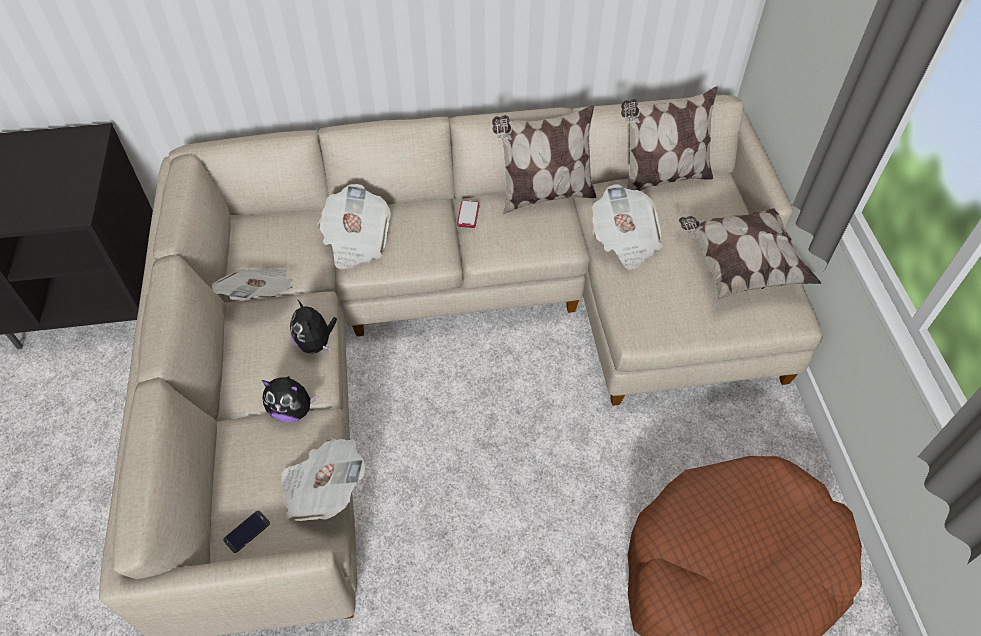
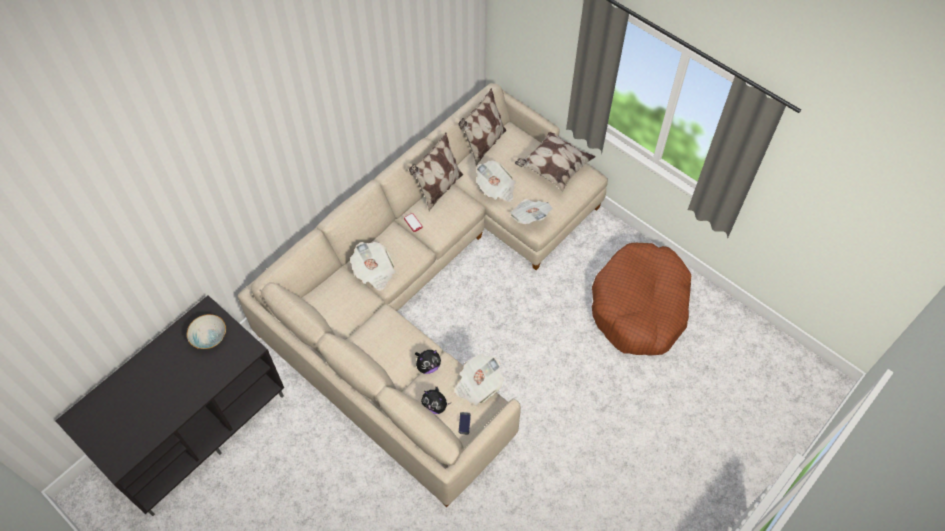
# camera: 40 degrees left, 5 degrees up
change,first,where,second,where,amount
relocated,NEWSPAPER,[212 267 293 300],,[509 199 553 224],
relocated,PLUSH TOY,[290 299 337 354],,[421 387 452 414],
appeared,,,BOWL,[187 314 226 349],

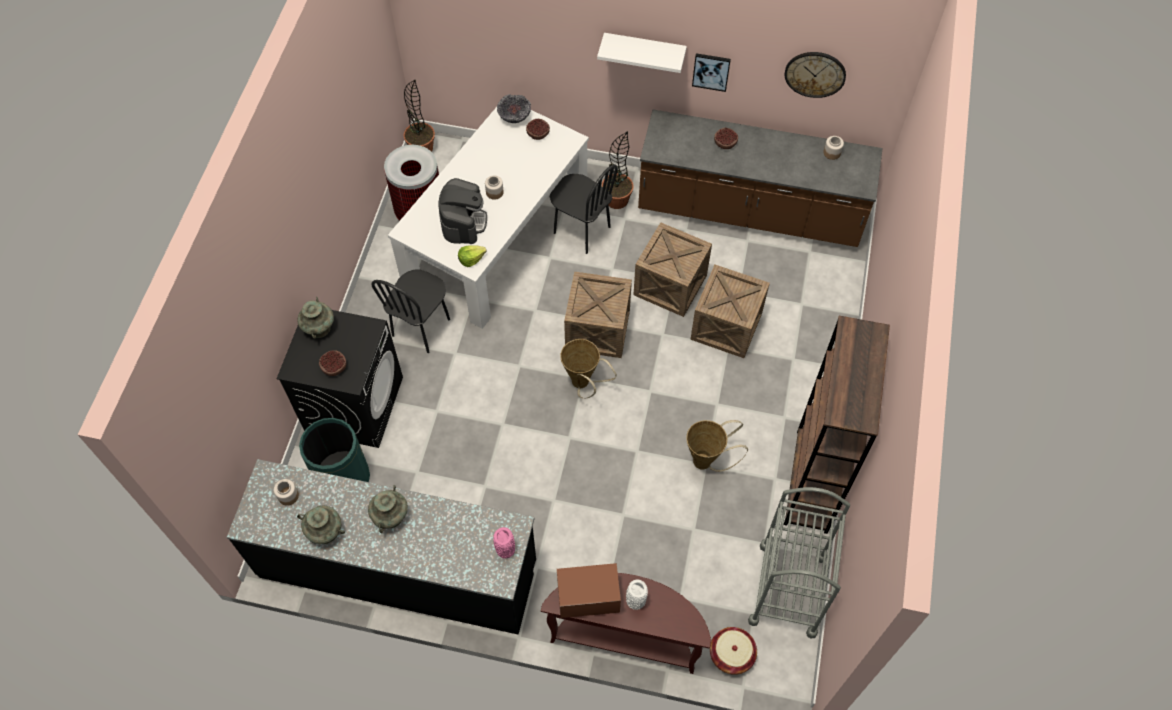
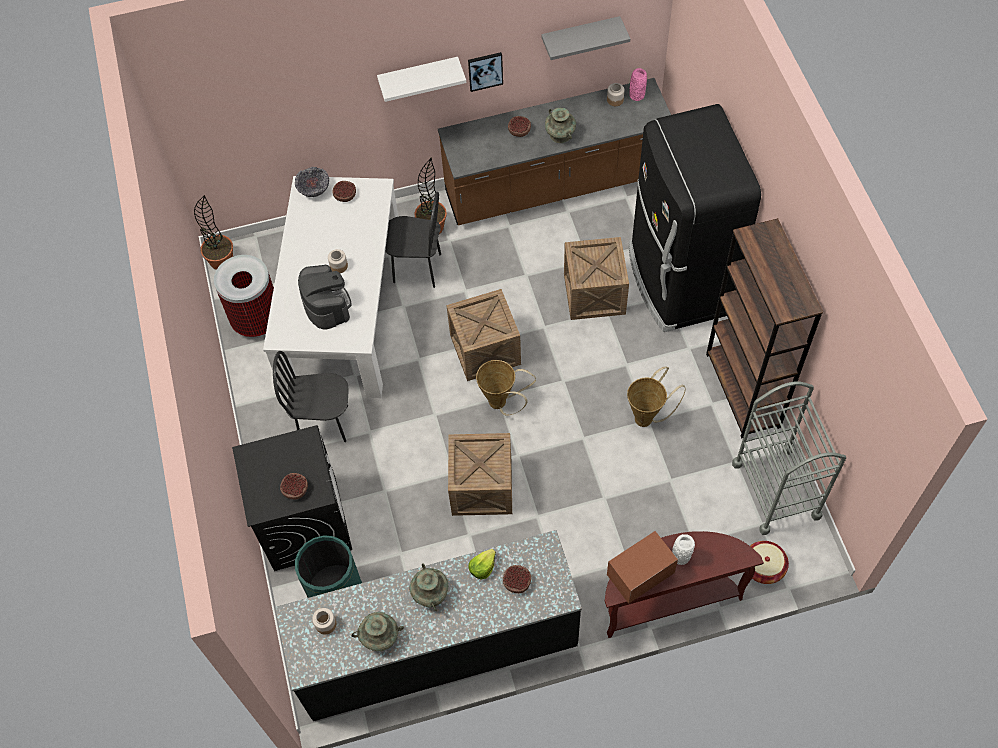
# camera: 25 degrees left, 0 degrees up
change,first,where,second,where,amount
relocated,TURQUOISE VASE,[297 297 334 339],,[545 108 576 143],
spun,BLACK CHAIR,[371 269 450 353],,[273 351 349 442],90 degrees clockwise
relocated,LETTUCE,[458 245 487 267],,[469 549 496 580],
relocated,PINK VASE,[493 527 515 559],,[629 68 647 101],
relocated,CRATE,[633 222 712 317],,[448 433 512 516],
exchanged,WALL CLOCK,[785 52 846 98],GREY SHELF,[541 16 630 60],
appeared,,,BOWL,[503 565 531 593],
appeared,,,BLACK FRIDGE,[629 104 761 332],

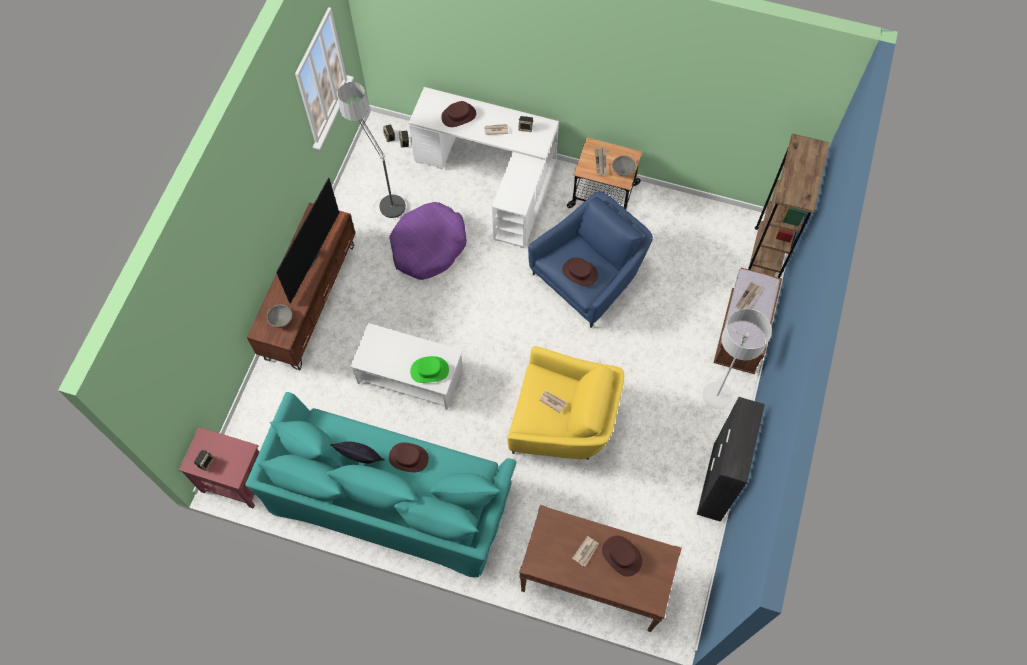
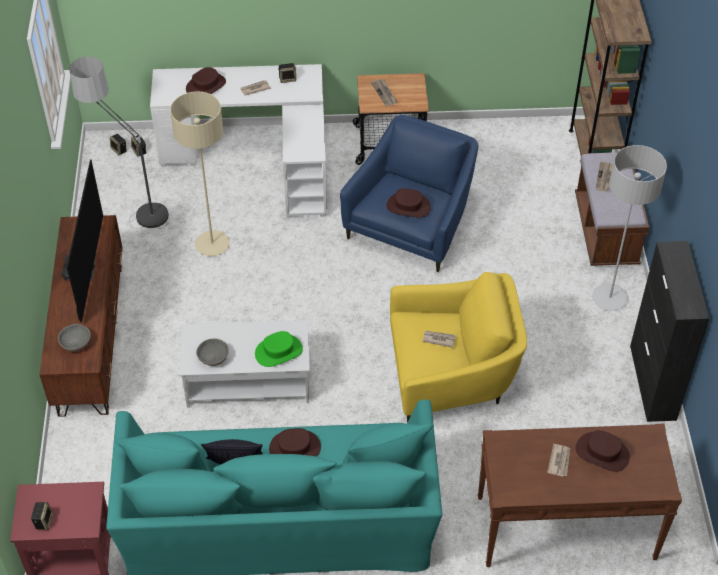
# camera: 20 degrees left, 15 degrees down
change,first,where,second,where,amount
exchanged,PURPLE DOG BED,[389 202 467 280],BEIGE FLOOR LAMP,[170 91 230 256],
relocated,GREY BOWL,[612 156 636 177],,[196 339 229 366],

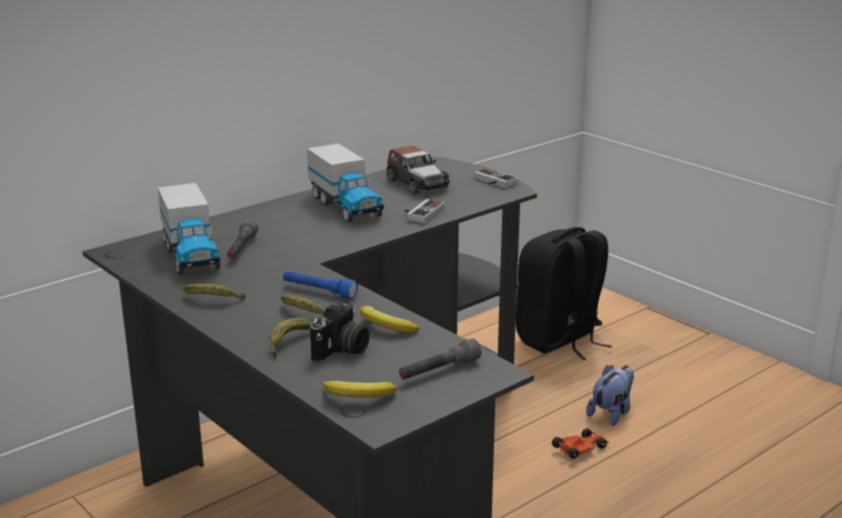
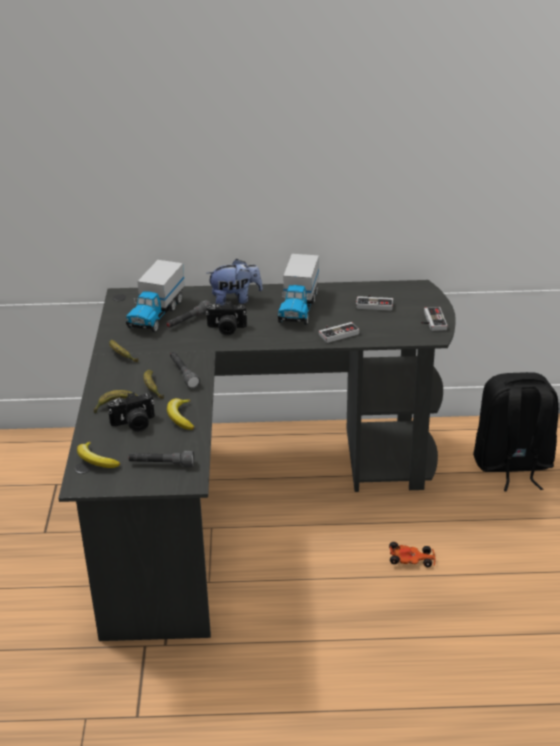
# camera: 40 degrees right, 10 degrees up
change,first,where,second,where,amount
colour,BLUE FLASHLIGHT,[283 271 358 299],GREY FLASHLIGHT,[170 352 200 388],
exchanged,TOY CAR,[387 146 450 194],GAME CONTROLLER,[356 295 393 311],
relocated,PLUSH TOY,[586 365 634 426],,[206 259 263 305],
appeared,,,PHOTO CAMERA,[206 301 247 335],

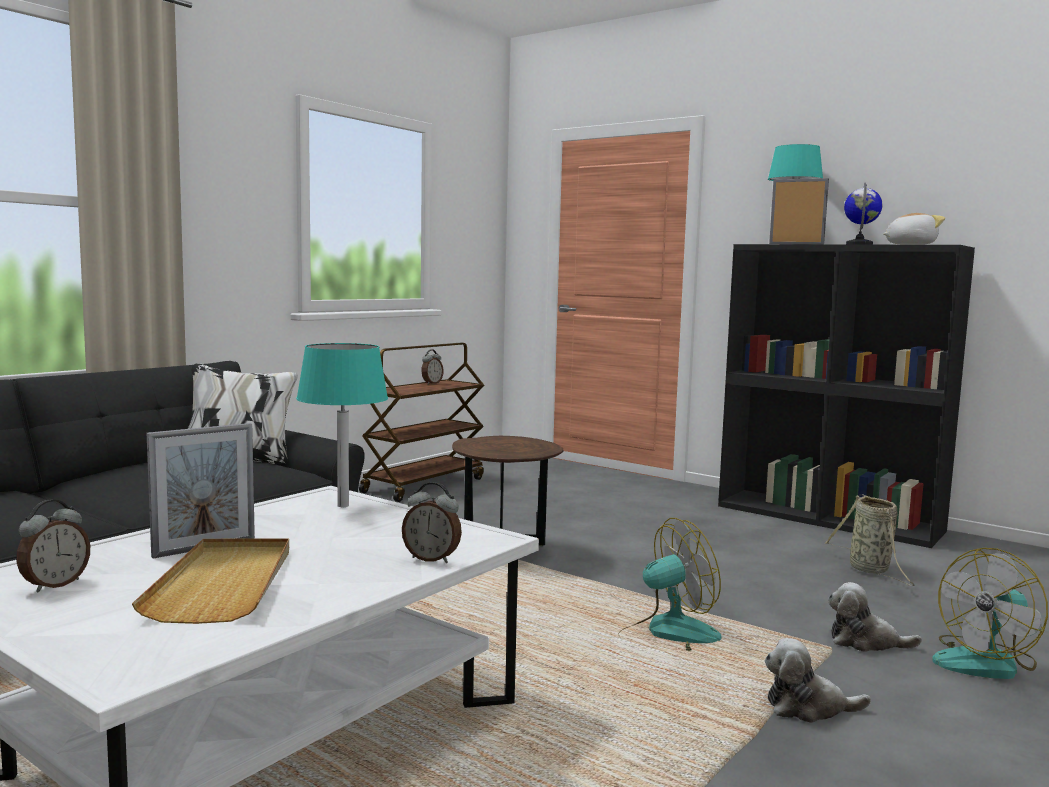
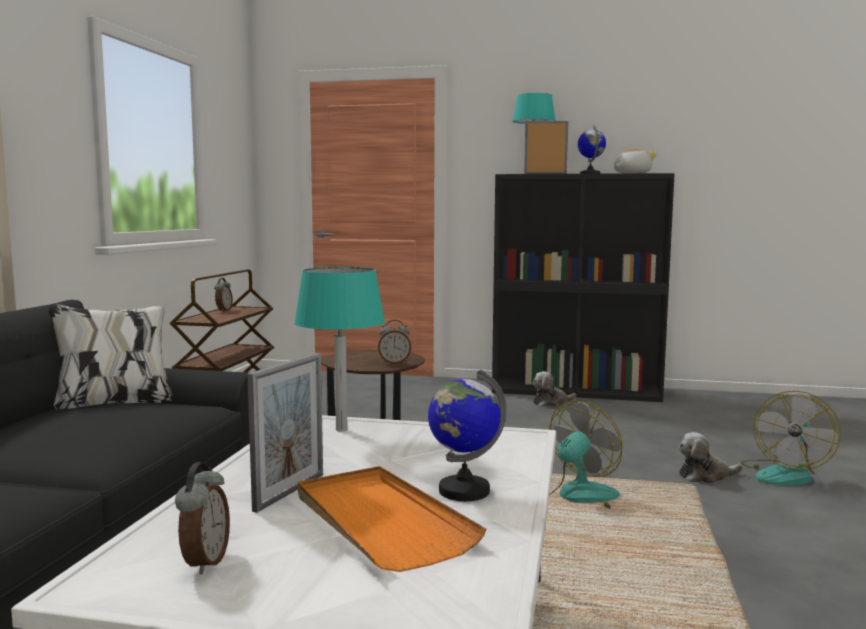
# camera: 25 degrees left, 0 degrees up
change,first,where,second,where,amount
colour,BEIGE TRAY,[132 538 289 624],ORANGE TRAY,[298 466 486 572],
relocated,ALARM CLOCK,[402 482 462 563],,[378 320 411 364],
relocated,PLUSH TOY,[764 638 871 723],,[532 371 576 407],
missing,BASKET,[824 494 914 586],,,
appeared,,,GLOBE,[428 370 506 501],

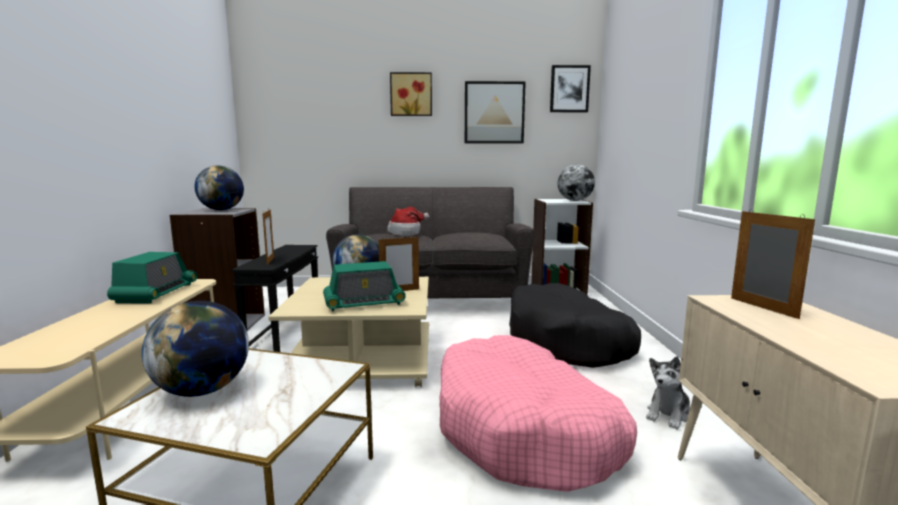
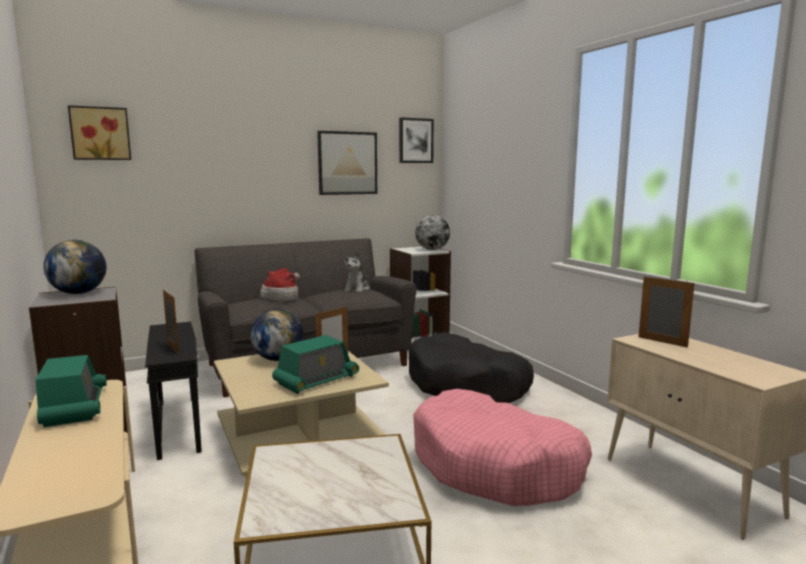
# camera: 25 degrees left, 0 degrees up
change,first,where,second,where,amount
missing,GLOBE,[142 301 249 397],,,
relocated,PICTURE,[390 72 432 116],,[68 105 131 160],
relocated,PLUSH TOY,[646 356 690 430],,[343 252 370 292],

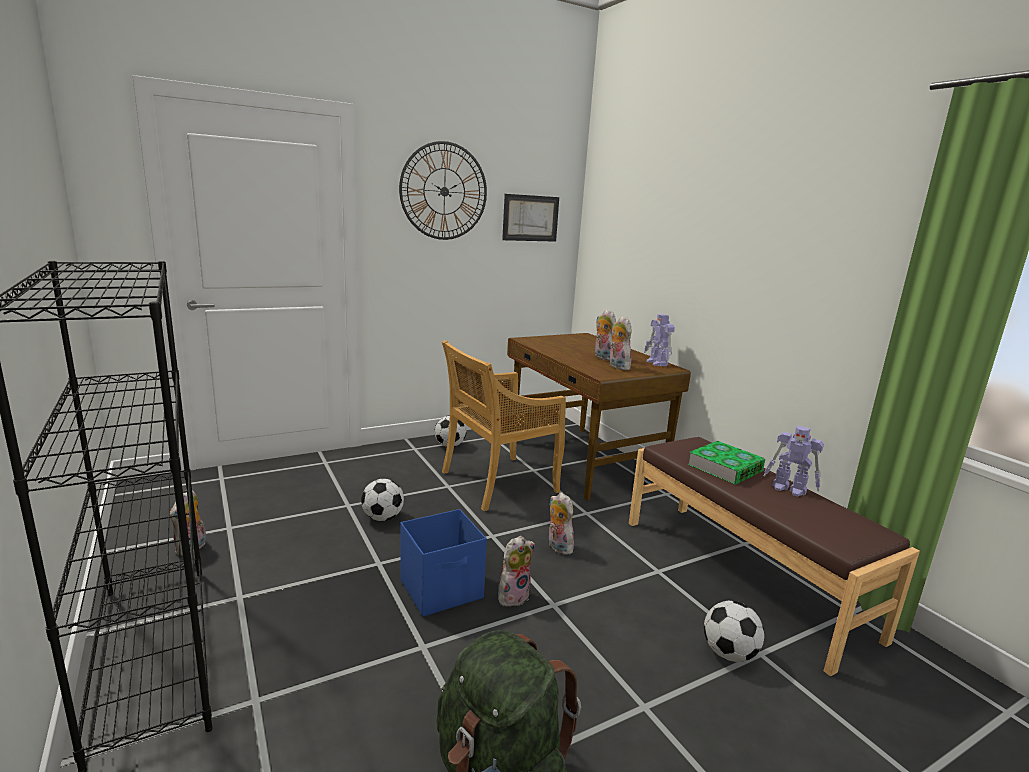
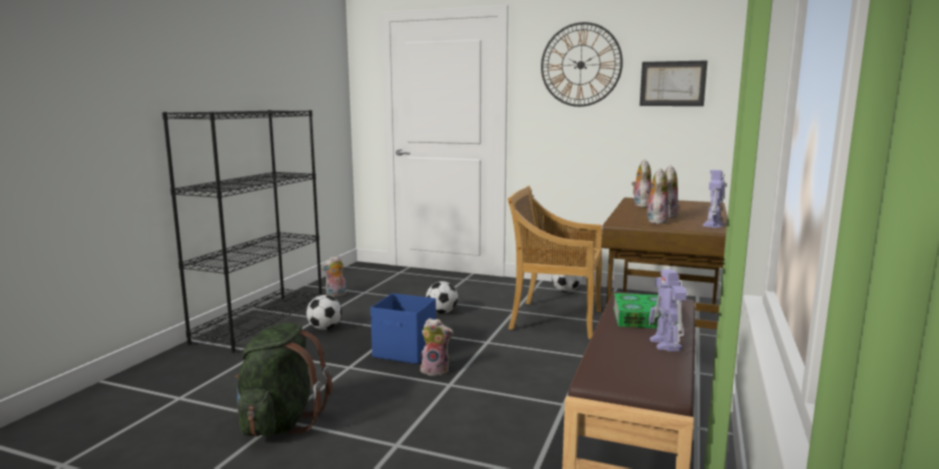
# camera: 50 degrees right, 5 degrees down
change,first,where,second,where,amount
relocated,PLUSH TOY,[549 492 574 555],,[632 159 651 207],
relocated,FOOTBALL,[704 601 764 662],,[306 295 342 330],

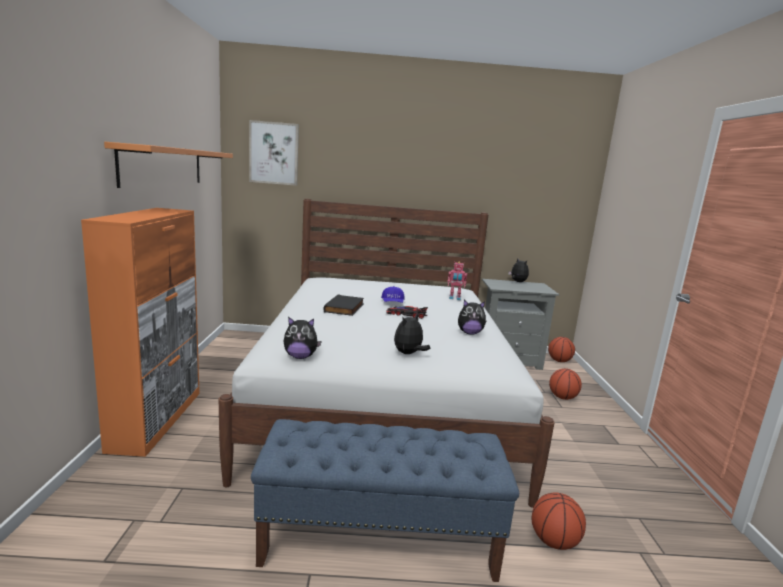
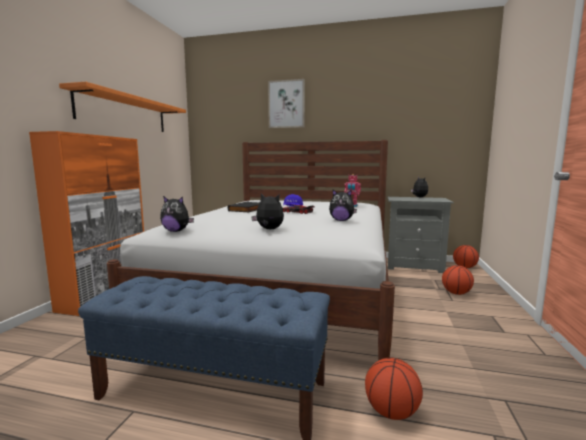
# camera: 15 degrees right, 5 degrees down
change,first,where,second,where,amount
relocated,PICTURE,[249 120 299 186],,[268 79 305 128],
spun,PLUSH TOY,[394 313 431 354],,[251 193 284 229],60 degrees clockwise

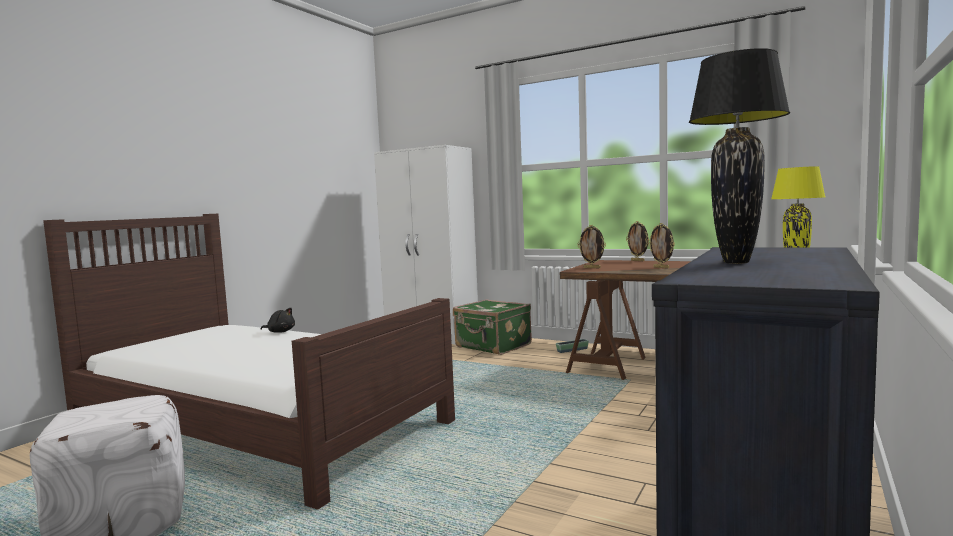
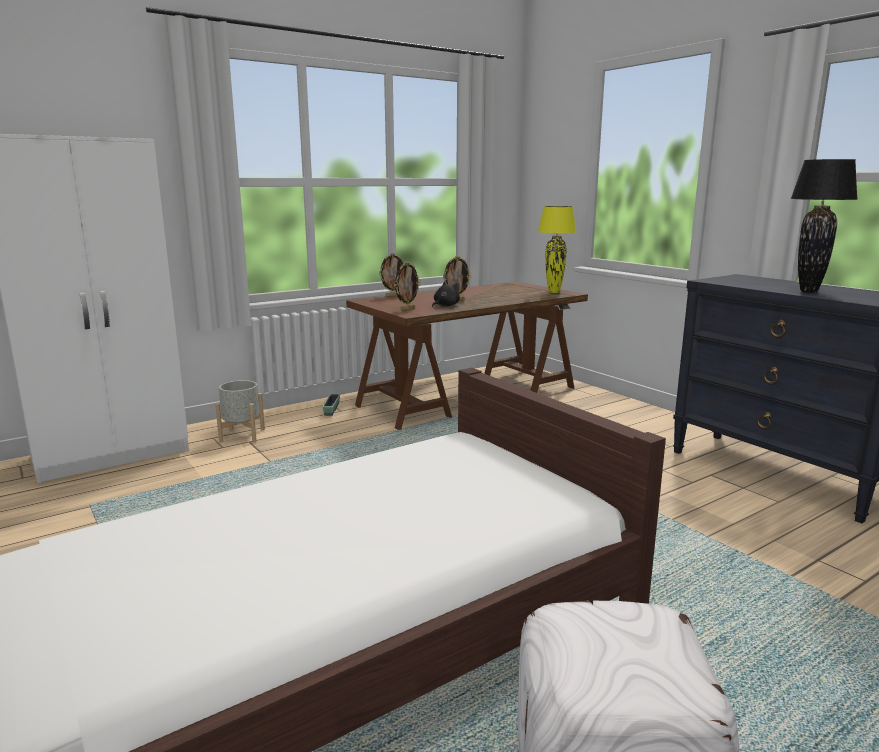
# camera: 65 degrees left, 10 degrees up
change,first,where,second,where,amount
relocated,BLACK PLUSH TOY,[261 308 295 333],,[432 282 460 307],
exchanged,GREEN SUITCASE,[453 299 532 355],GREY PLANTER,[215 380 265 442],

